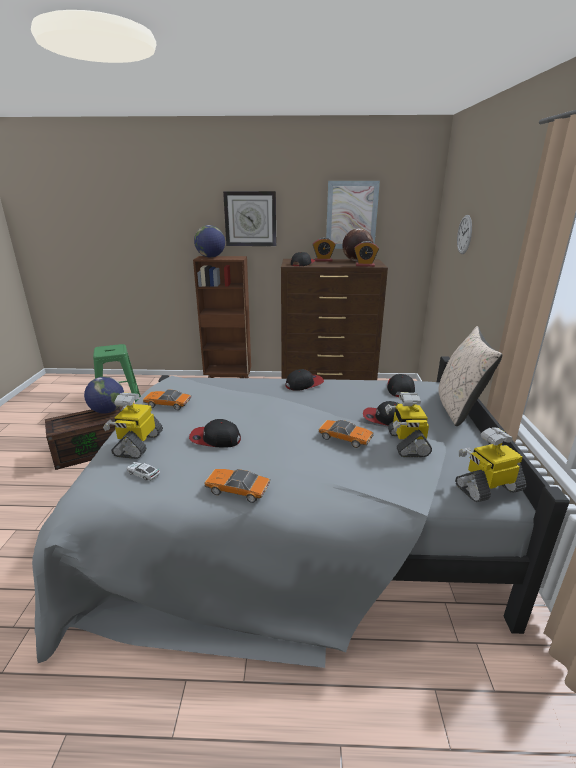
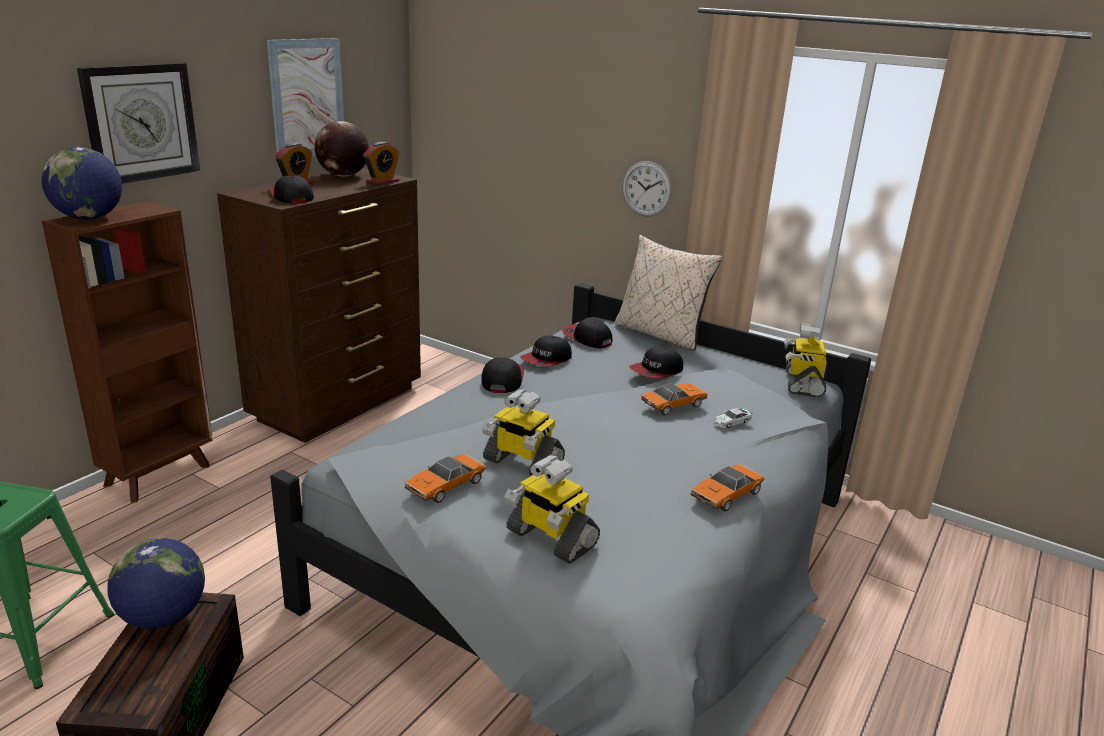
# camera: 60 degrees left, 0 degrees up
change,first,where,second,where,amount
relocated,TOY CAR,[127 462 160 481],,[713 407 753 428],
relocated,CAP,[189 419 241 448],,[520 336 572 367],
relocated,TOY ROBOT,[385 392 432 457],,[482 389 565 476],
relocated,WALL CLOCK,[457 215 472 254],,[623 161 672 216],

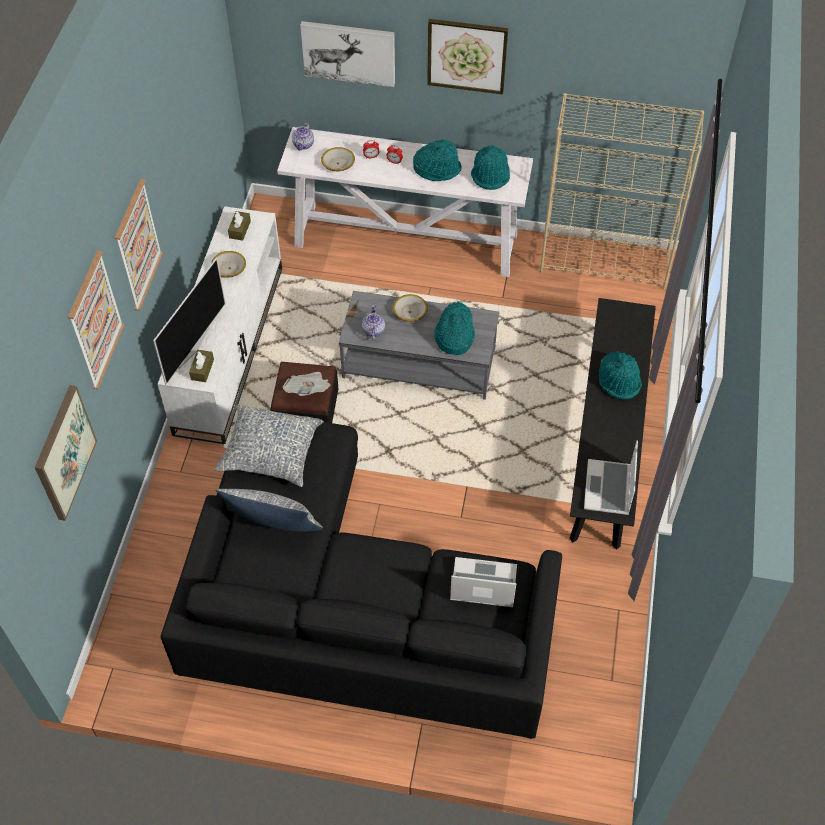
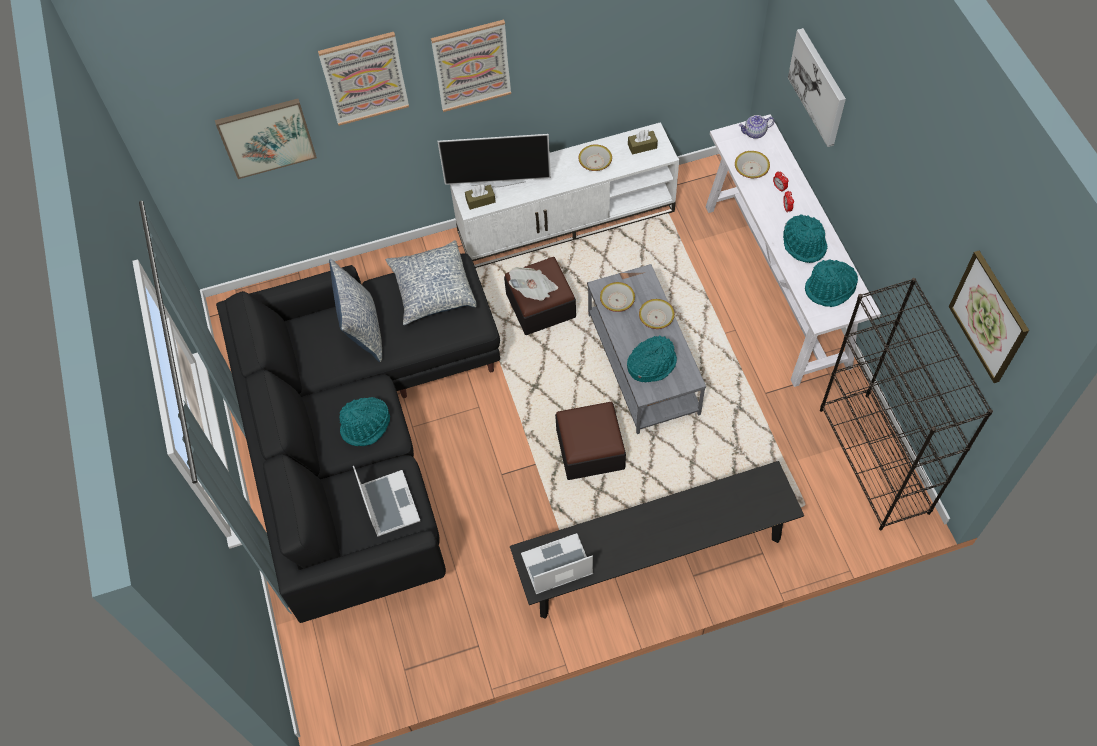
# camera: 65 degrees right, 5 degrees up
change,first,where,second,where,amount
exchanged,TEAPOT,[362 305 385 341],BOWL,[600 282 635 312],
relocated,PICTURE,[427 19 508 94],,[949 251 1029 383],
colour,BEIGE BOOKCASE,[540 93 704 290],BLACK BOOKCASE,[820 278 993 531],
relocated,TURQUOISE HAT,[599 351 642 400],,[339 397 390 446],
appeared,,,OTTOMAN,[555 402 626 480],

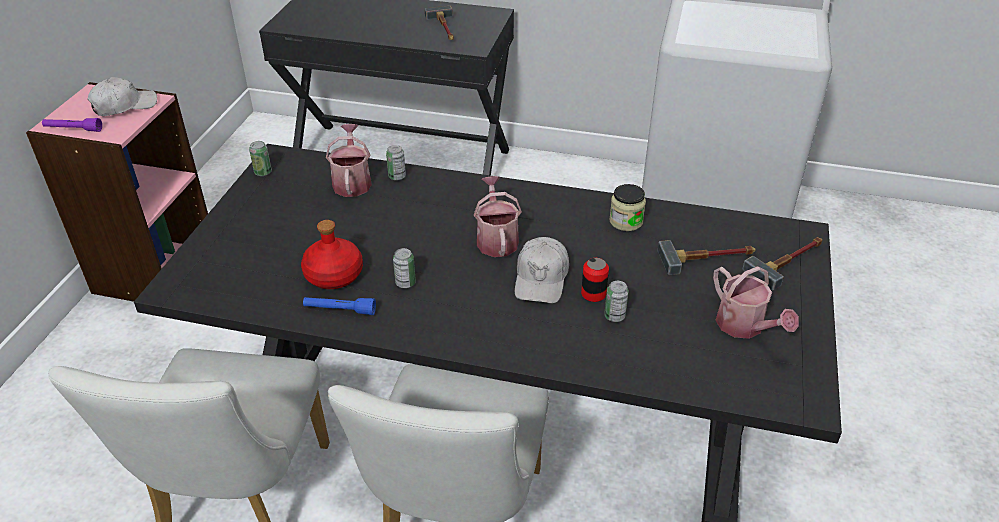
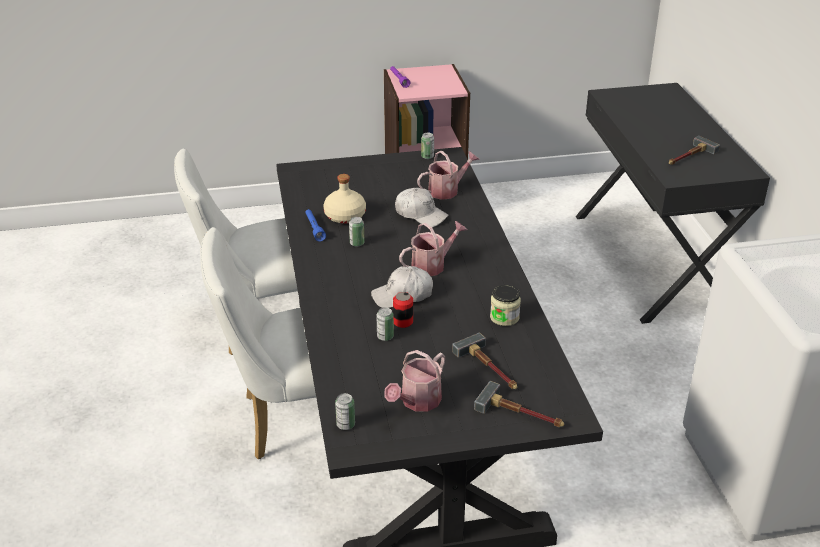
# camera: 65 degrees right, 5 degrees down
change,first,where,second,where,amount
relocated,WHITE CAP,[88 77 157 116],,[395 188 449 227],
colour,RED BOTTLE,[301 220 363 289],BEIGE BOTTLE,[323 174 366 224],
relocated,CAN,[386 145 406 181],,[335 393 355 430],

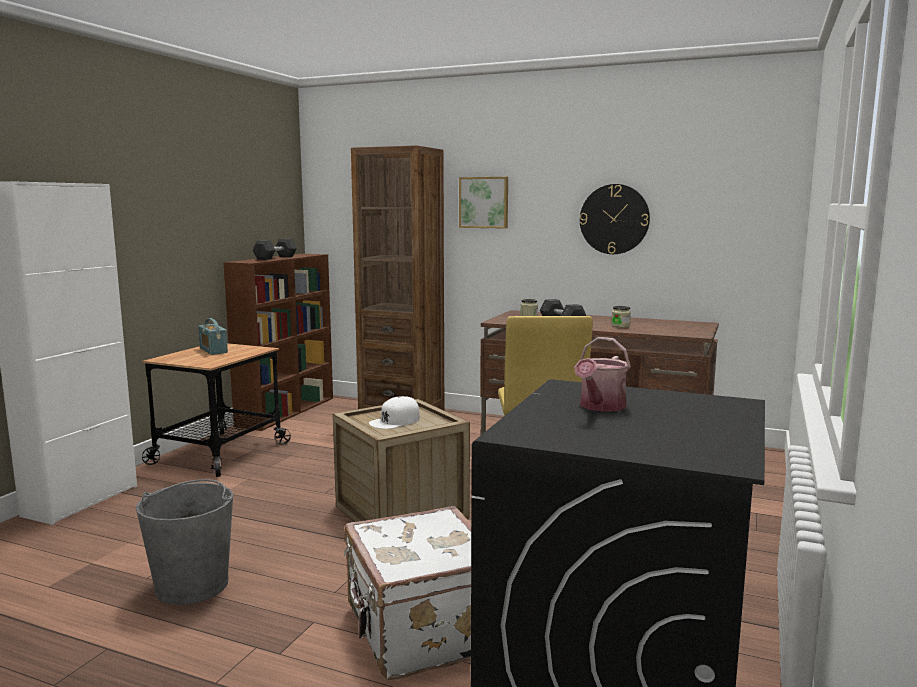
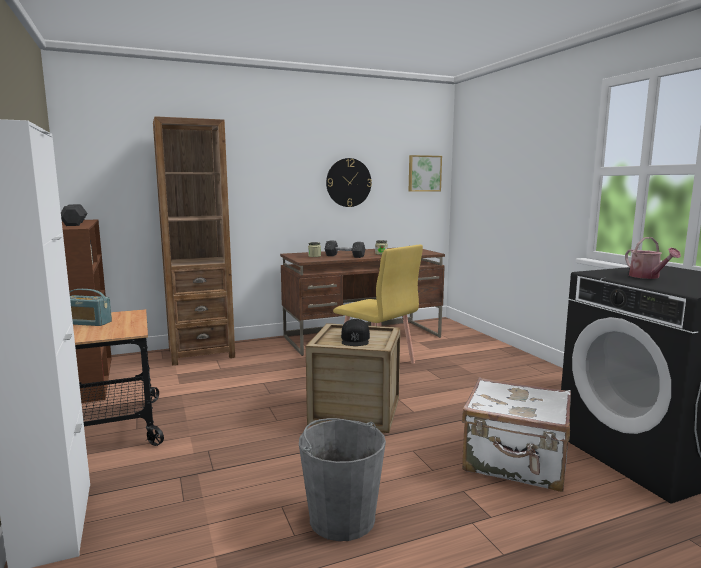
# camera: 45 degrees left, 0 degrees up
change,first,where,second,where,amount
colour,WHITE CAP,[369 396 420 429],BLACK CAP,[341 319 370 346],
relocated,PICTURE,[459 177 508 229],,[409 155 442 192],

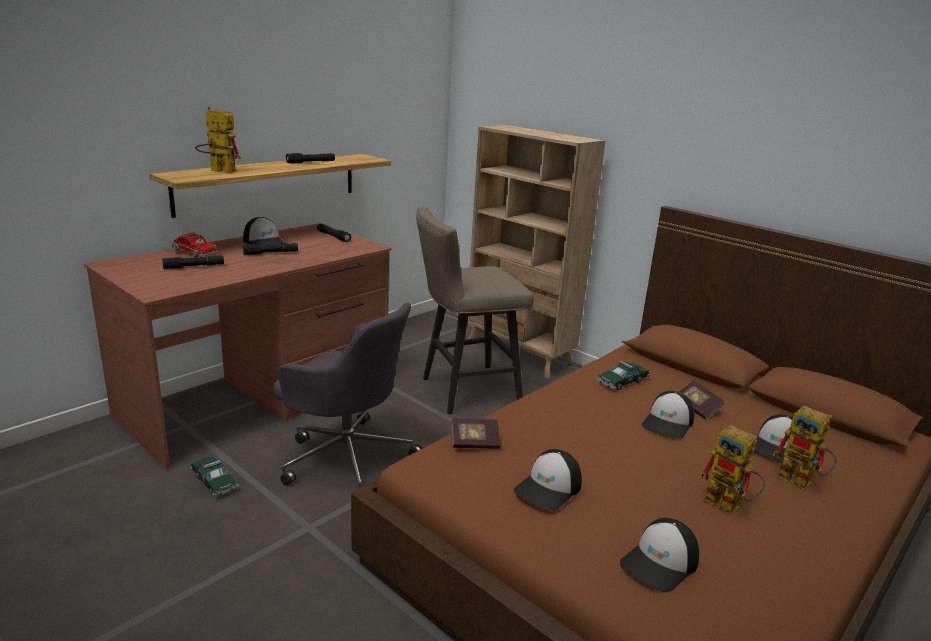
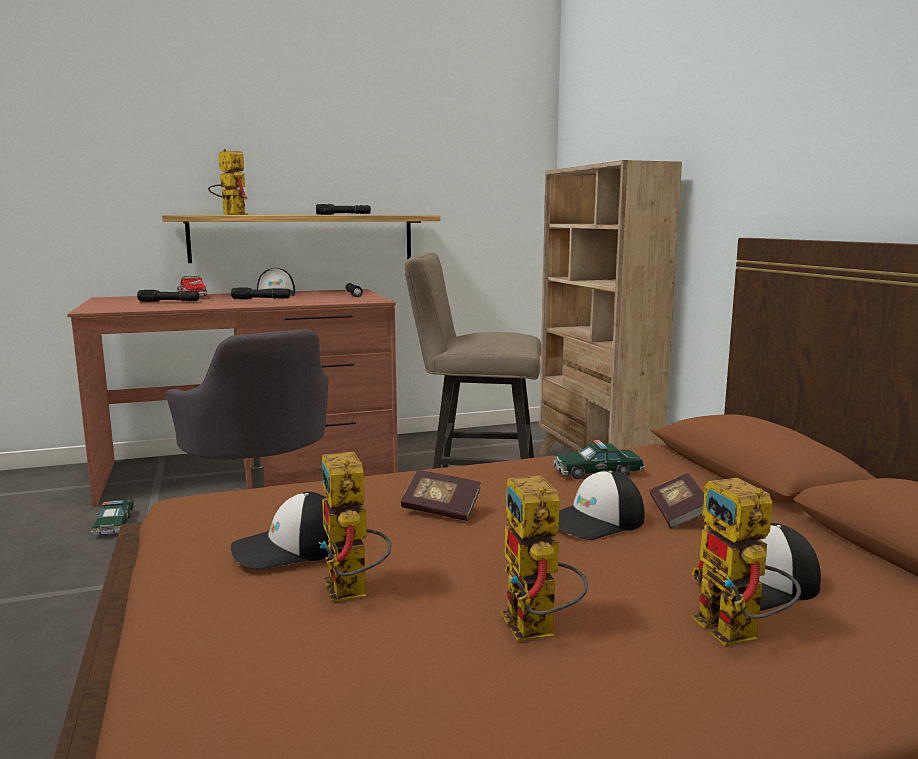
# camera: 30 degrees right, 10 degrees down
change,first,where,second,where,amount
relocated,BOOK,[451 418 501 449],,[401 470 481 521],
missing,CAP,[620 518 699 592],,,
appeared,,,TOY ROBOT,[318 451 392 603],

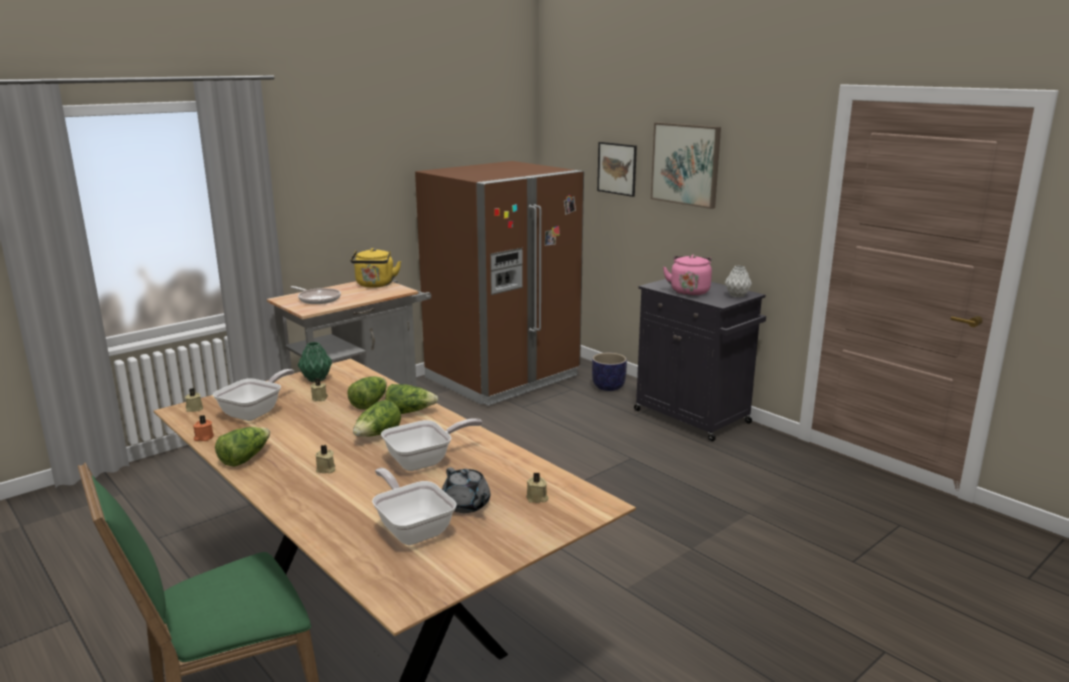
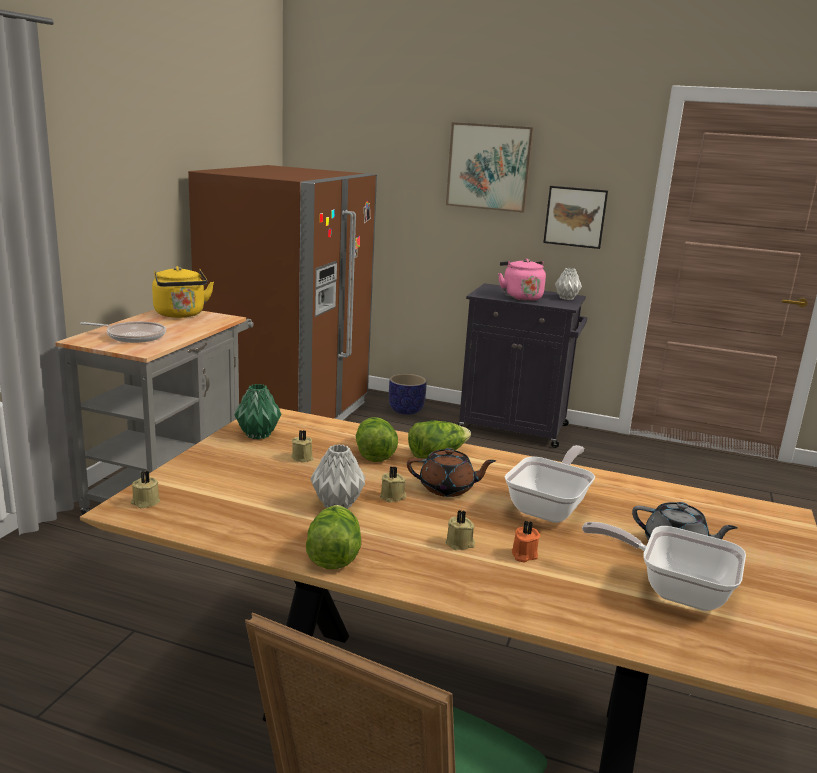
# camera: 30 degrees left, 0 degrees up
change,first,where,second,where,amount
relocated,ORANGE CANDLE,[193 415 214 441],,[511 521 541 563],
missing,FRYING PAN,[213 369 294 421],,,
exchanged,LETTUCE,[353 400 401 437],BROWN TEAPOT,[407 448 496 497],
relocated,BEIGE CANDLE,[526 472 549 503],,[380 466 406 502],
relocated,PICTURE,[597 142 637 197],,[543 186 608 249],
appeared,,,GREY VASE,[311 444 366 509],

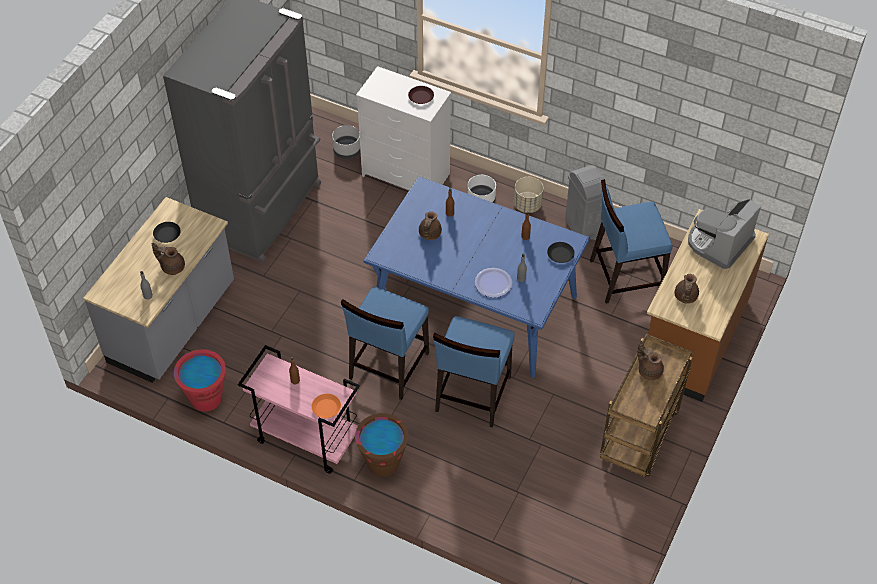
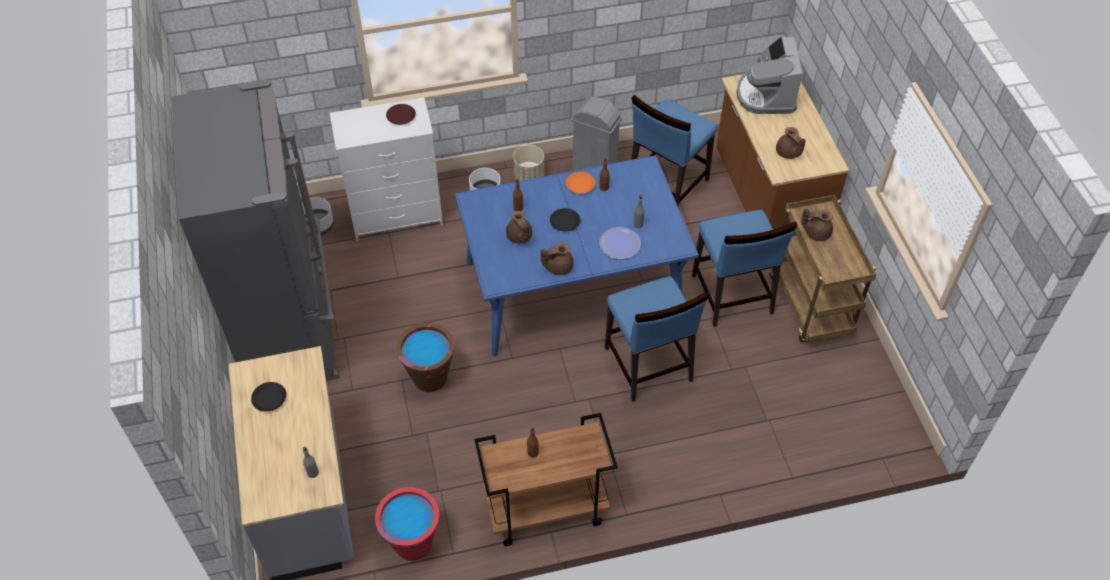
# camera: 40 degrees left, 0 degrees up
change,first,where,second,where,amount
relocated,BROWN TEAPOT,[152 243 185 275],,[541 243 574 275],
colour,PINK CART,[238 345 360 474],BROWN CART,[474 413 618 546],
relocated,ORANGE PLATE,[312 394 341 418],,[566 172 595 194],
relocated,BLUE CHAIR,[341 287 429 400],,[692 210 797 327],
relocated,BROWN BUCKET,[355 413 408 477],,[396 323 454 392],
relocated,BLACK PLATE,[547 242 575 263],,[550 208 580 231],

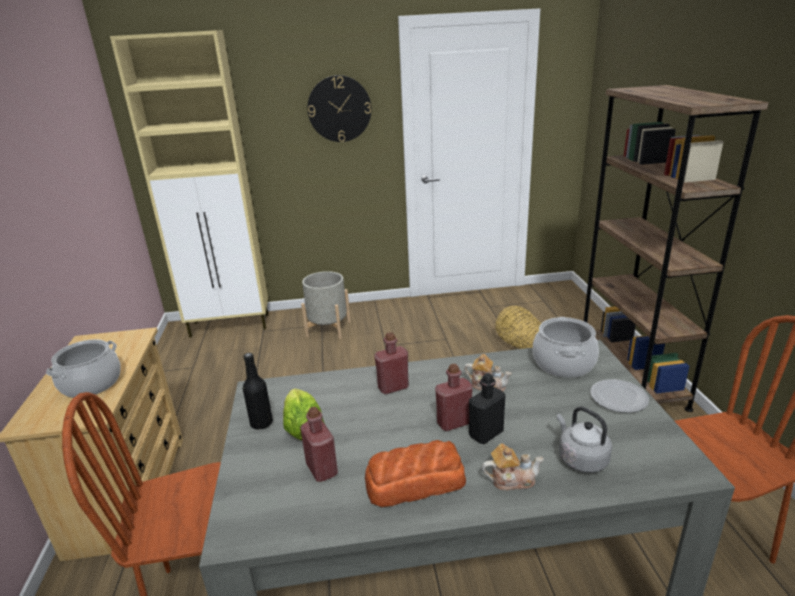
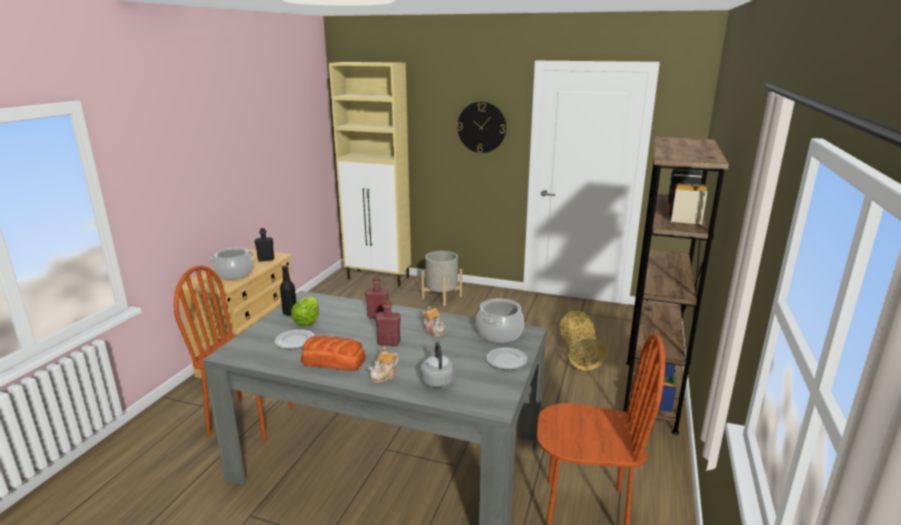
# camera: 25 degrees right, 5 degrees down
change,first,where,second,where,amount
exchanged,RED BOTTLE,[300 407 338 482],PLATE,[275 330 314 349],
relocated,BLACK BOTTLE,[469 373 505 444],,[255 228 274 261],
spun,TEAPOT,[482 443 544 491],,[368 346 398 384],105 degrees clockwise

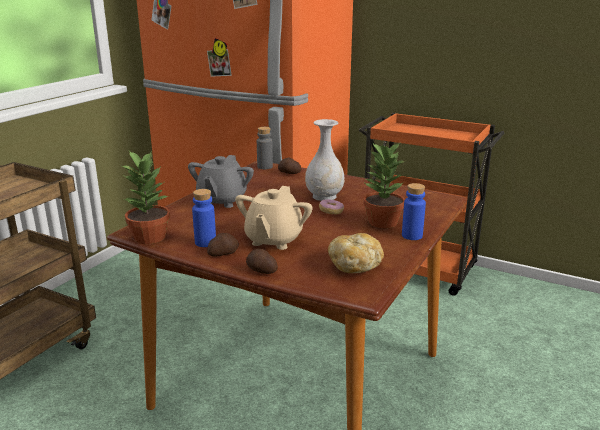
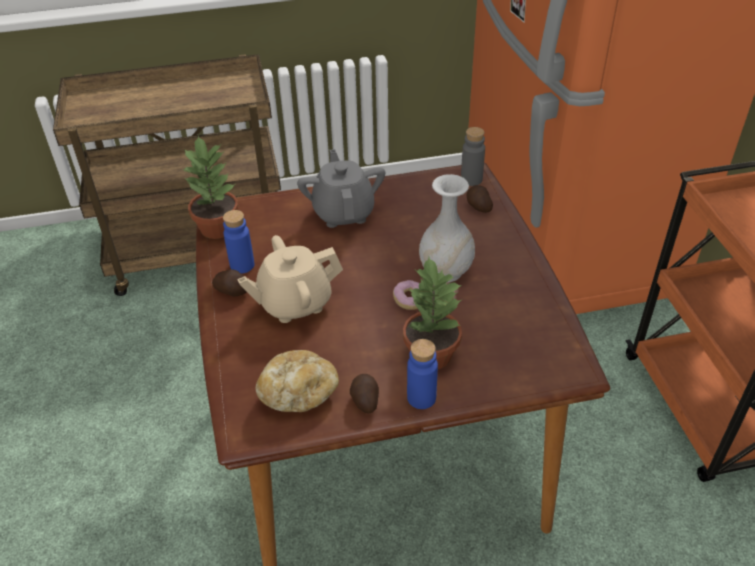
# camera: 50 degrees right, 20 degrees up
change,first,where,second,where,amount
spun,GREY TEAPOT,[188 155 254 208],,[297 149 385 228],105 degrees clockwise
relocated,POTATO,[246 249 278 274],,[350 374 379 414],

